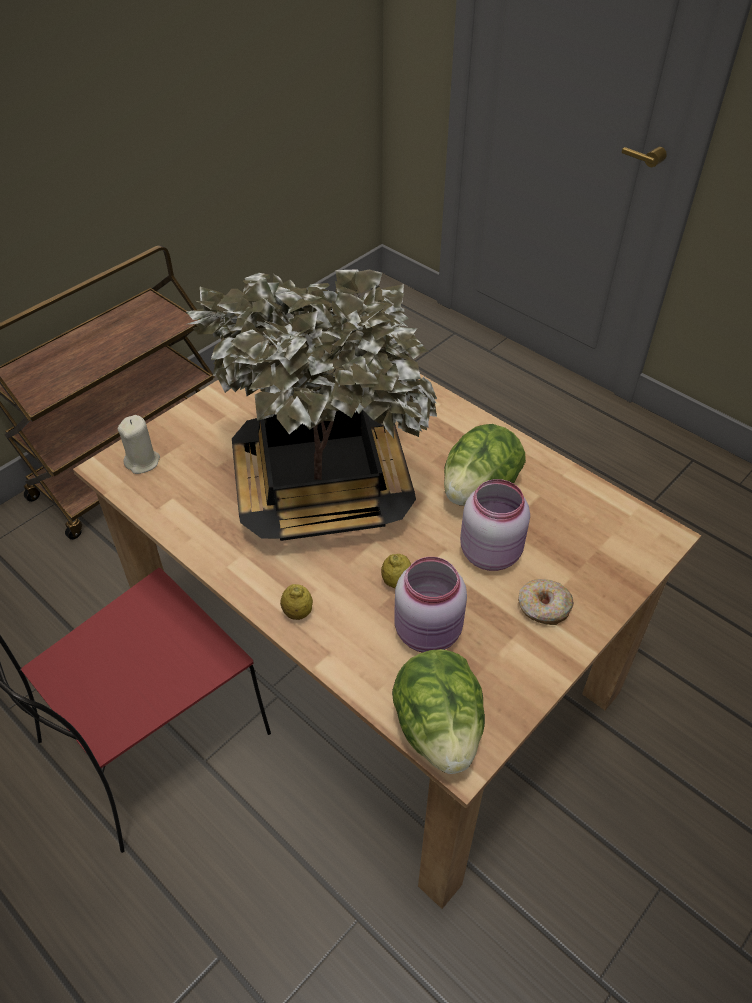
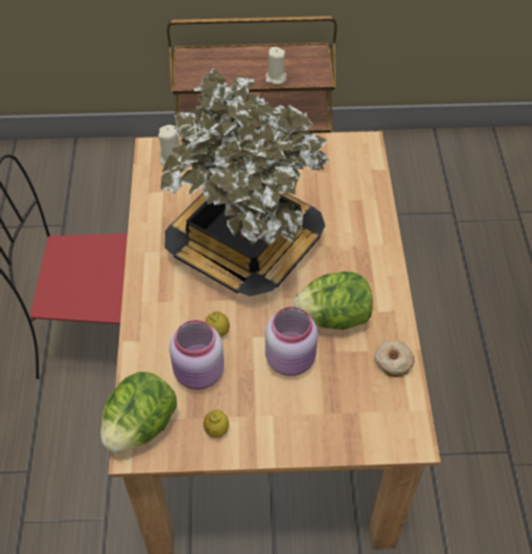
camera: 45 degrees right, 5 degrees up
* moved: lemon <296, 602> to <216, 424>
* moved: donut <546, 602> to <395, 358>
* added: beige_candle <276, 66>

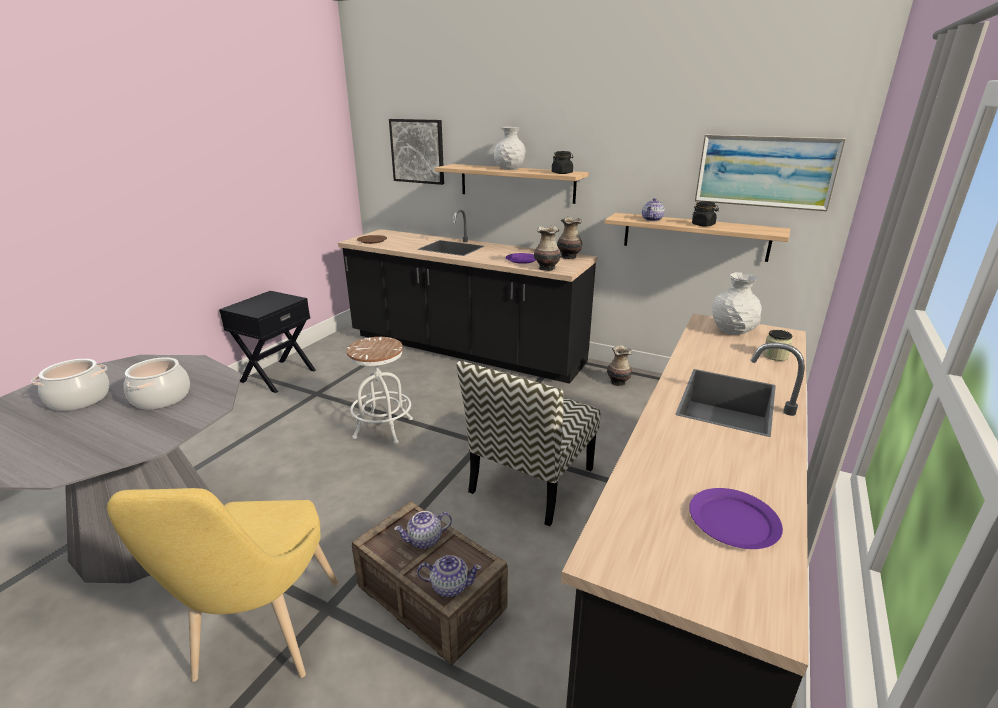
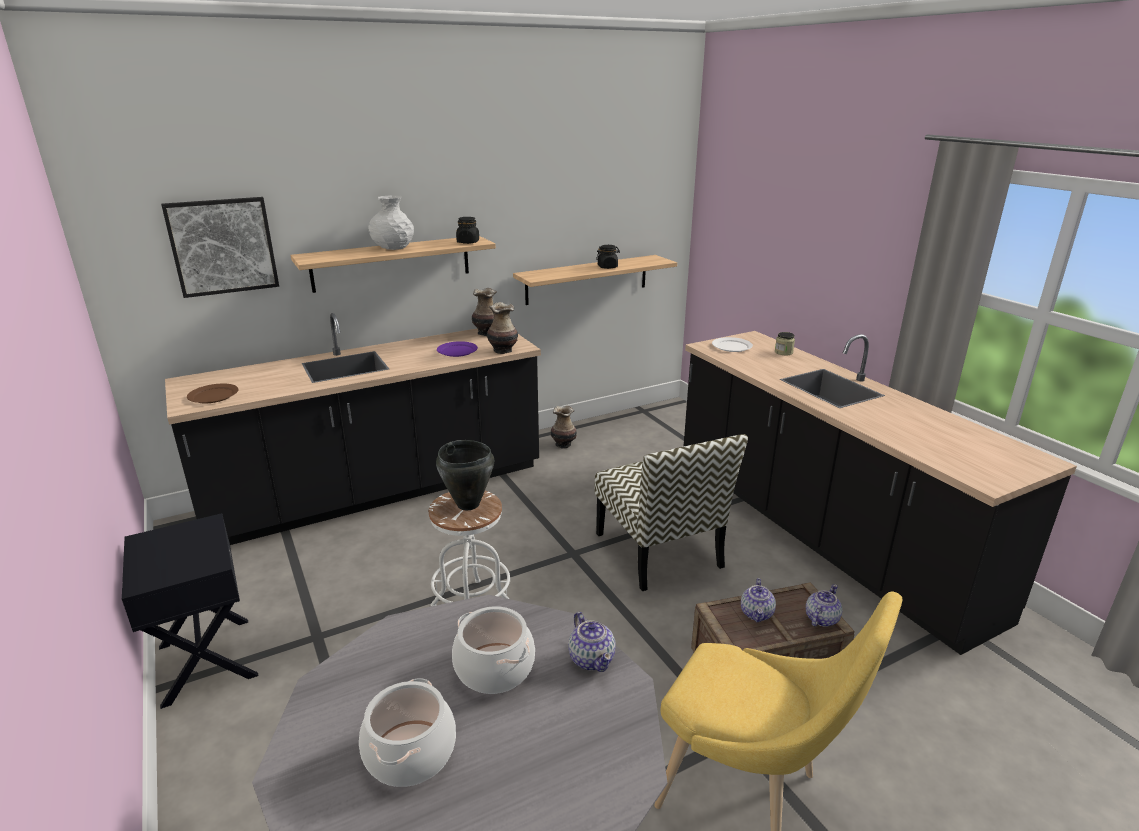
camera: 55 degrees left, 0 degrees up
* moved: teapot <653, 209> to <592, 642>
* removed: purple_plate <736, 518>
* removed: picture <770, 172>
* replaced: white_vase <737, 303> to white_plate <732, 344>
* added: black_cooking_pot <465, 475>

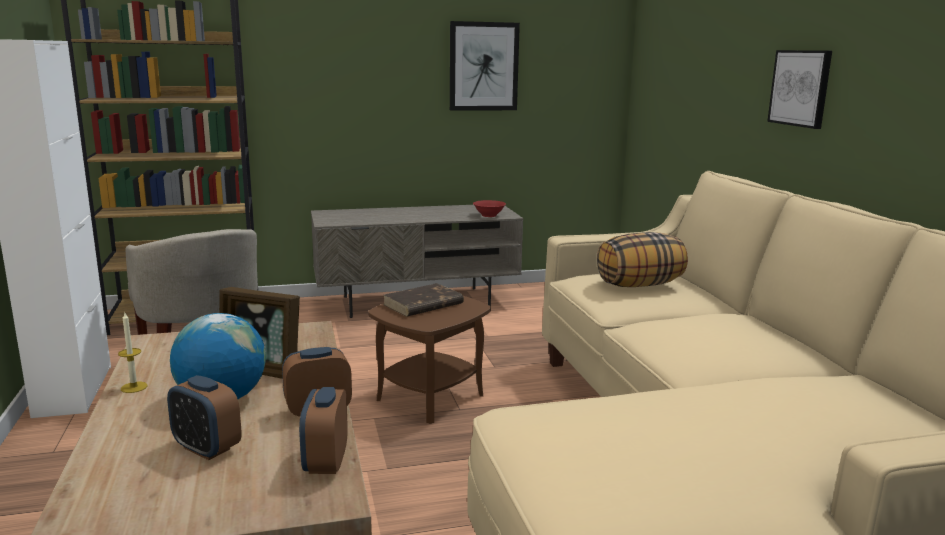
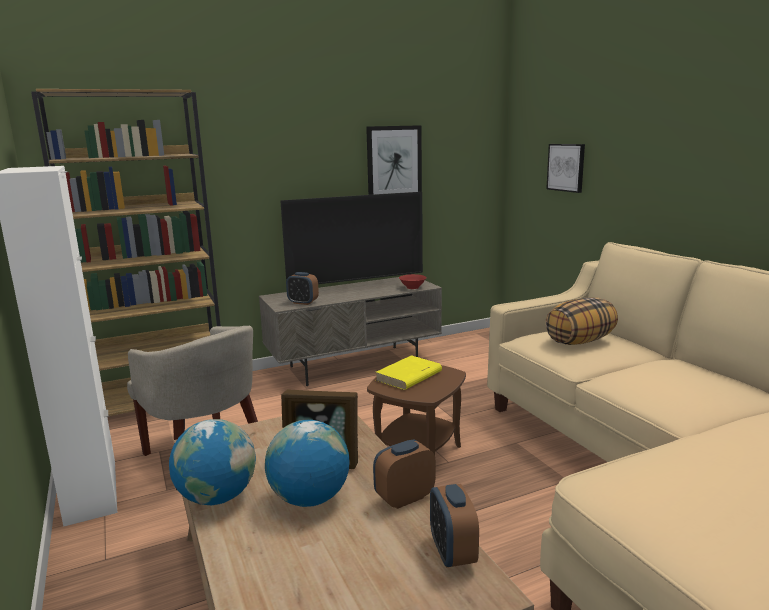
camera: 10 degrees left, 0 degrees up
* replaced: candle <132, 353> to globe <212, 462>
* moved: alarm_clock <204, 417> to <302, 288>
* recoloured: brown_book <423, 300> to yellow_book <408, 372>
* moved: picture <799, 89> to <565, 168>
* added: television <351, 238>

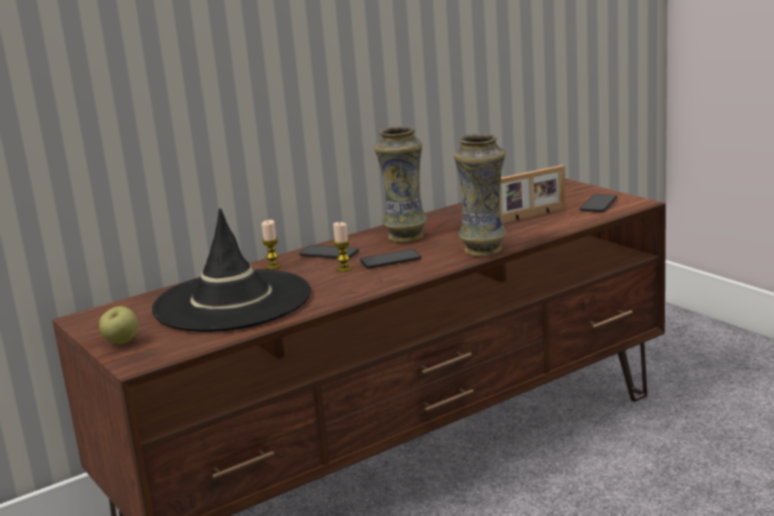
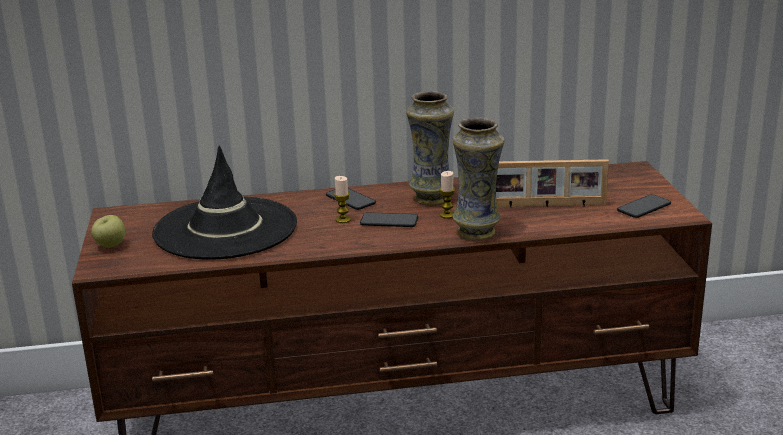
camera: 25 degrees right, 5 degrees up
* moved: candle <271, 245> to <447, 195>

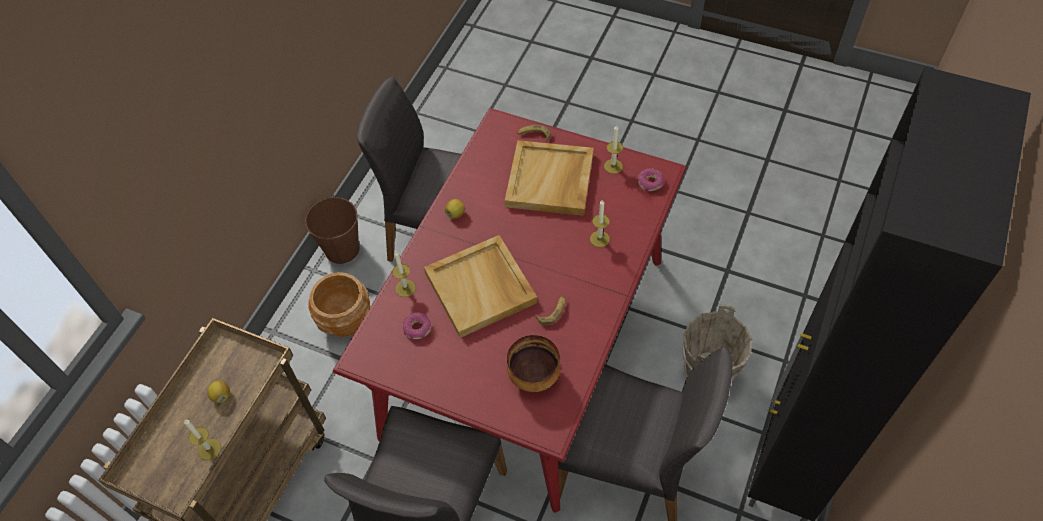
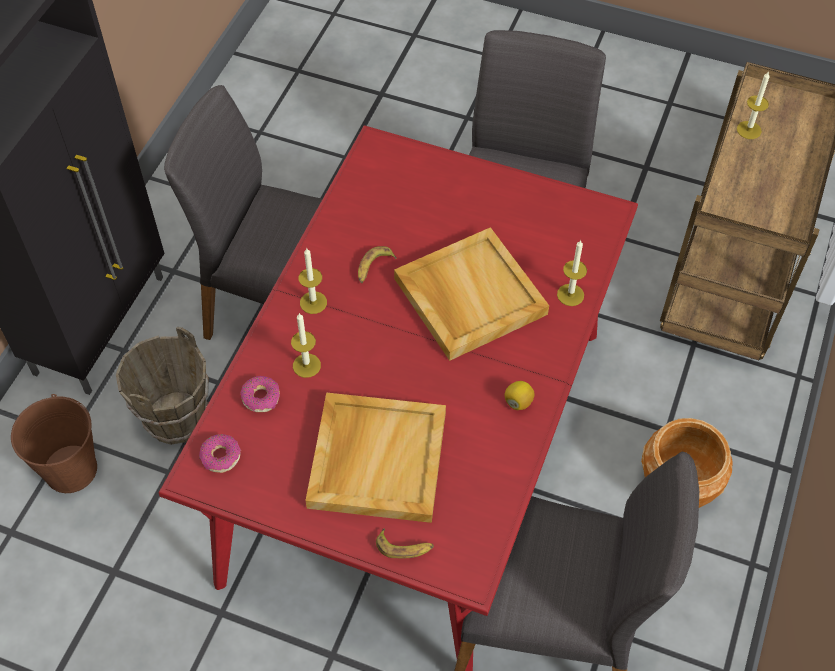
camera: 175 degrees right, 0 degrees up
* removed: lemon <219, 392>
* moved: brown_bucket <331, 229> to <54, 443>
* moved: donut <417, 326> to <260, 394>
* removed: bowl <534, 363>
* moved: candle <613, 149> to <313, 281>

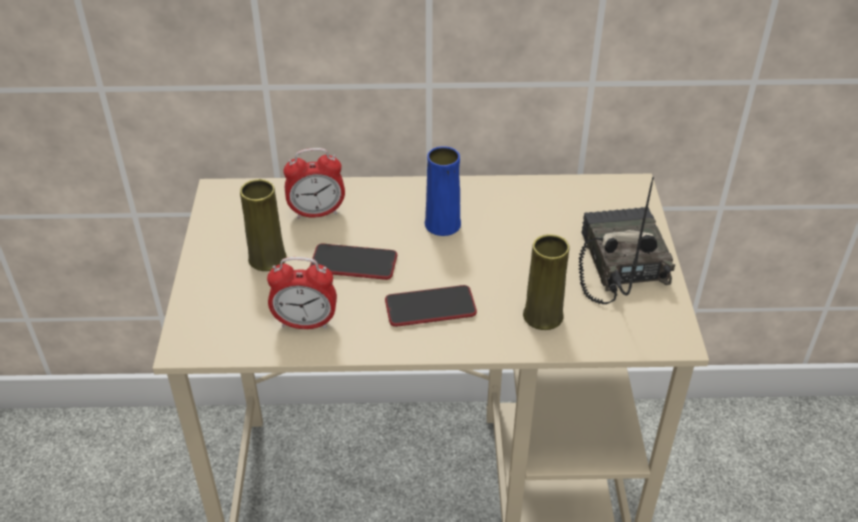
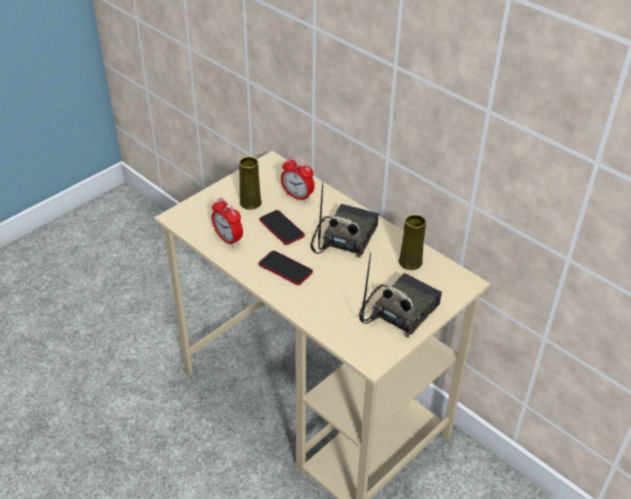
camera: 45 degrees right, 0 degrees up
* replaced: blue_vase <443, 191> to radio <344, 220>
* moved: yellow_vase <546, 282> to <412, 242>

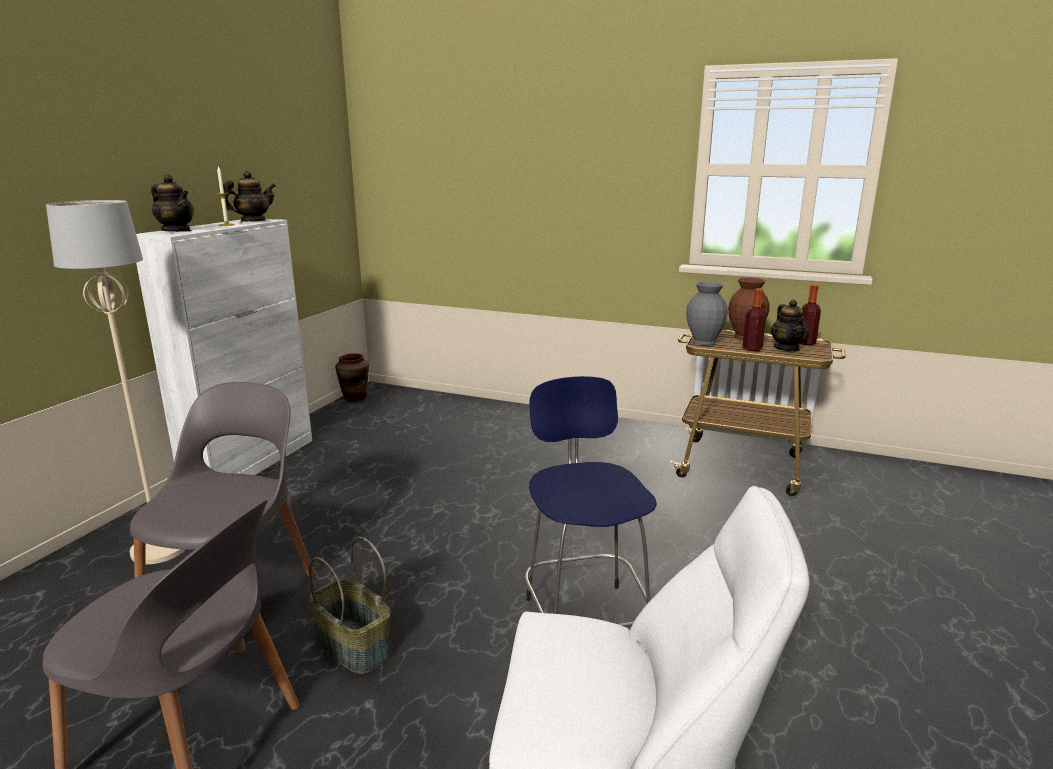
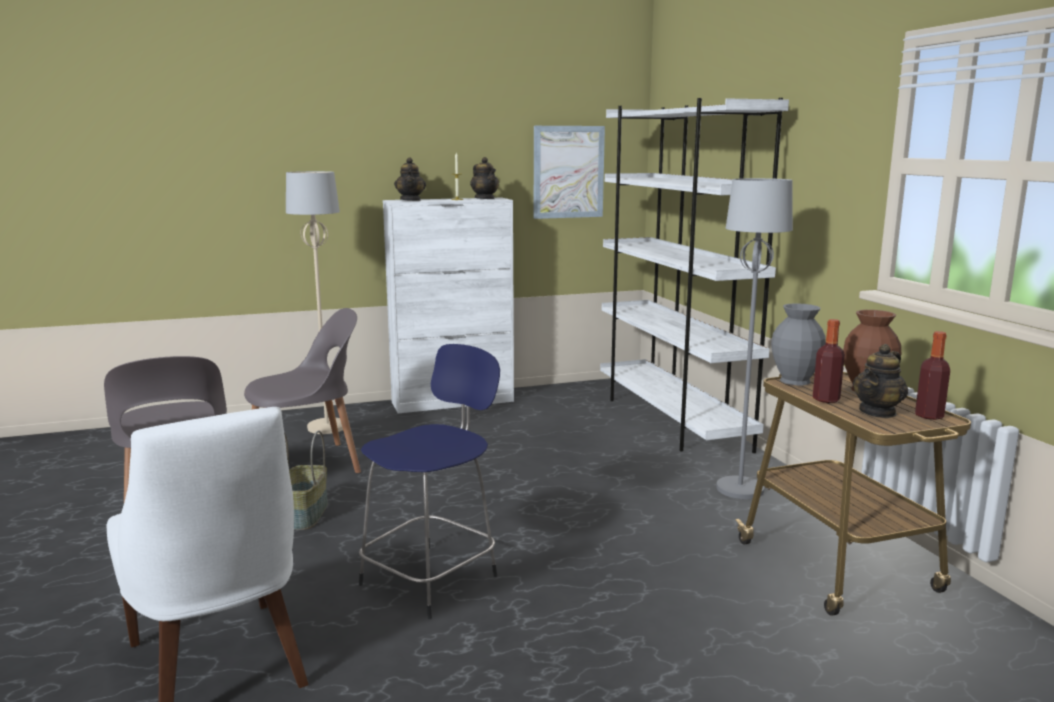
camera: 50 degrees right, 5 degrees down
* turned: teapot <249, 196> = <484, 178> 45 degrees clockwise
* removed: brown_vase <352, 377>
* added: picture <569, 172>
* added: white_bookcase <694, 275>
* added: grey_floor_lamp <754, 338>

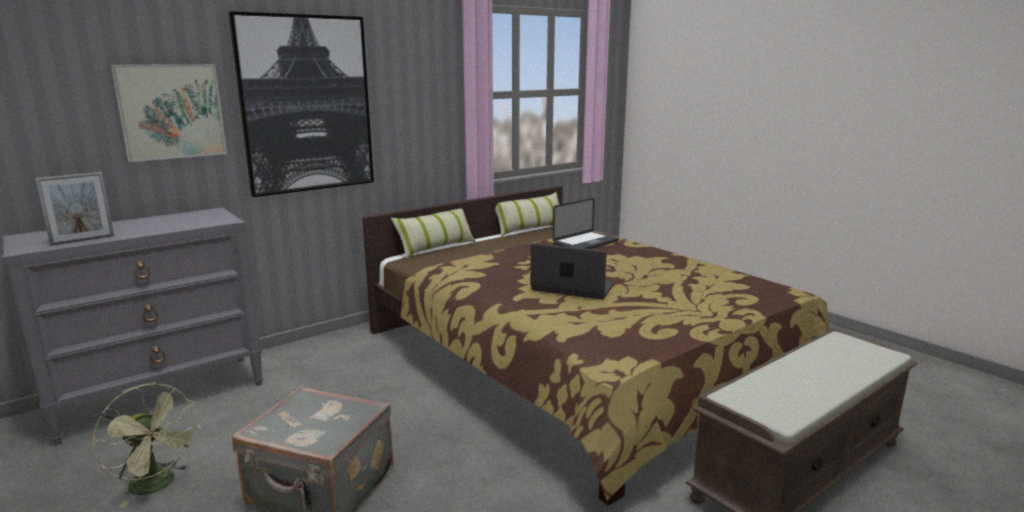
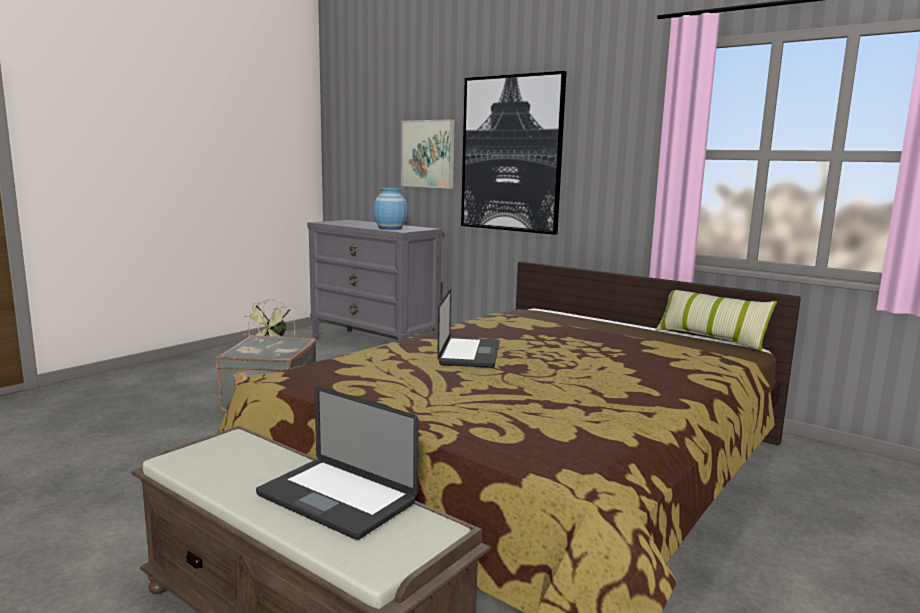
camera: 75 degrees right, 5 degrees down
* removed: picture_frame <74, 209>
* removed: pillow <433, 233>
* moved: laptop <586, 223> to <337, 463>
* added: blue_vase <390, 209>

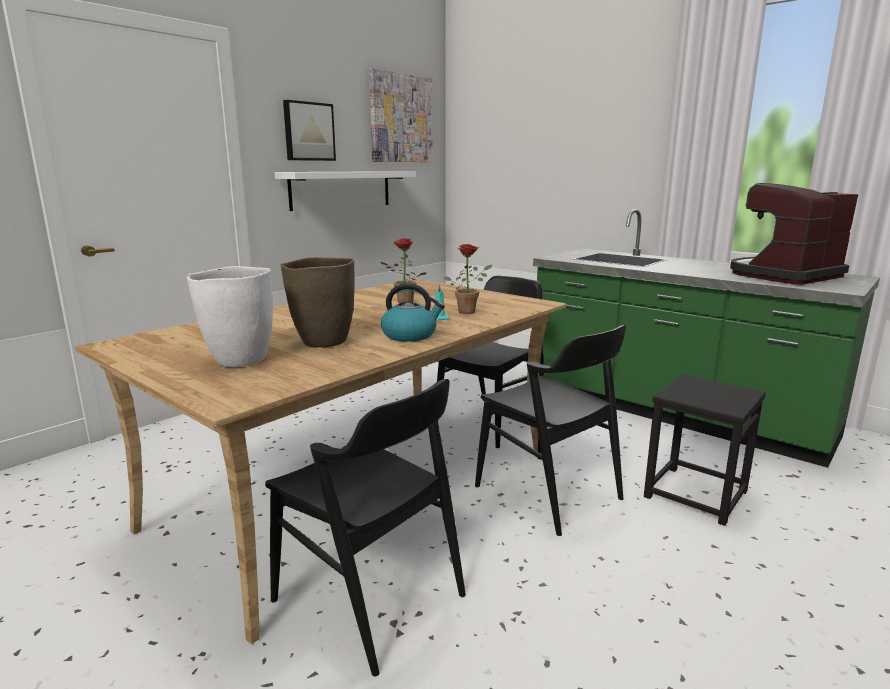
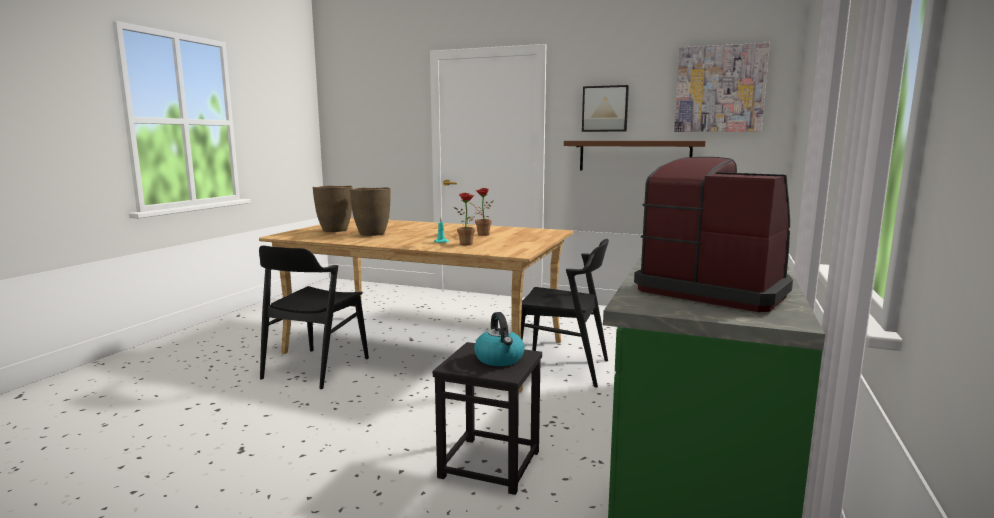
camera: 70 degrees right, 5 degrees down
* recoloured: white_vase <230, 316> to brown_vase <332, 209>
* recoloured: white_shelf <345, 191> to brown_shelf <635, 156>
* moved: kettle <413, 312> to <499, 339>
* removed: black_chair <550, 430>

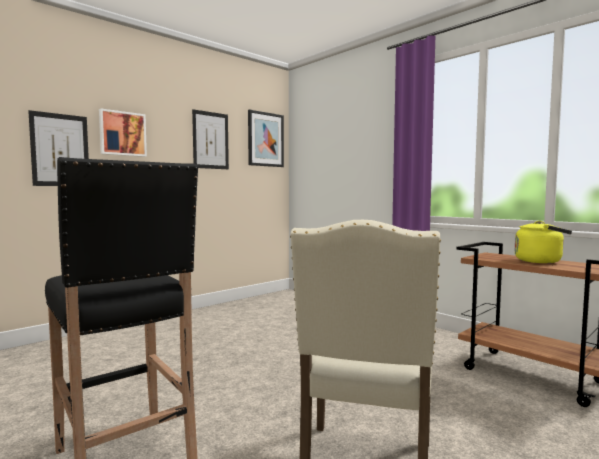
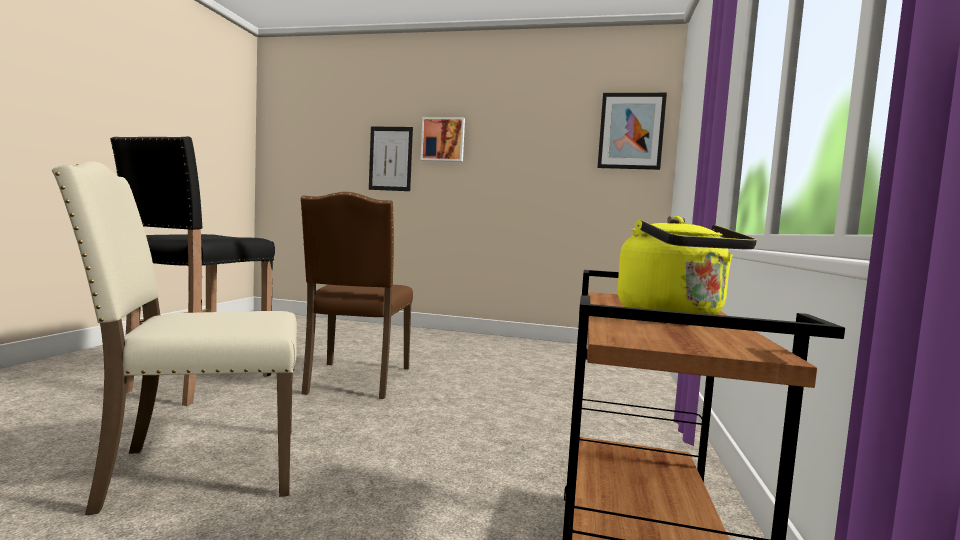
camera: 55 degrees right, 0 degrees up
* removed: picture <210, 139>
* added: brown_chair <356, 295>

